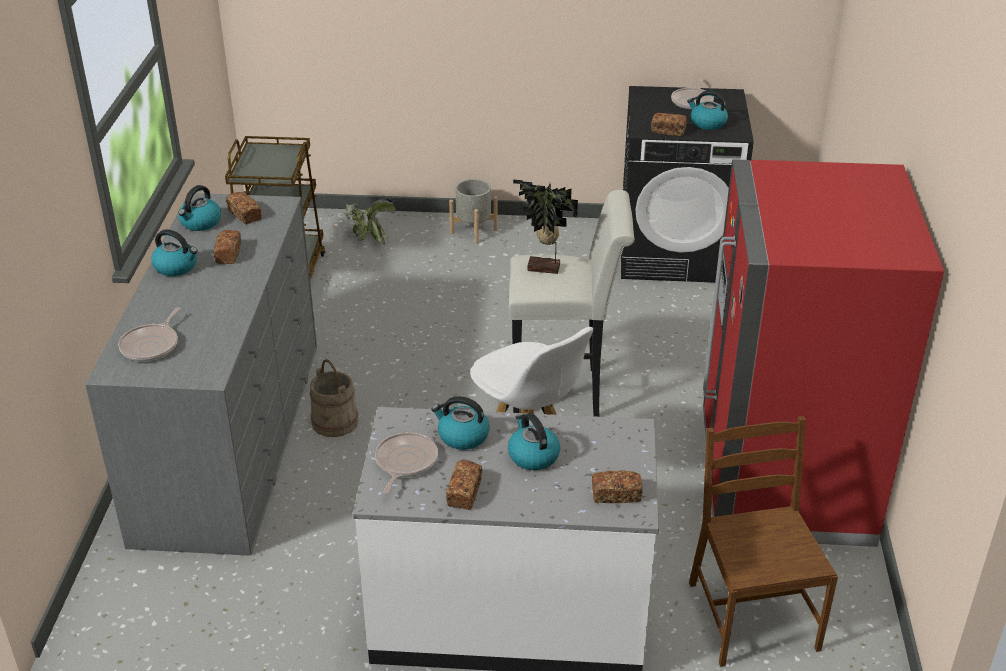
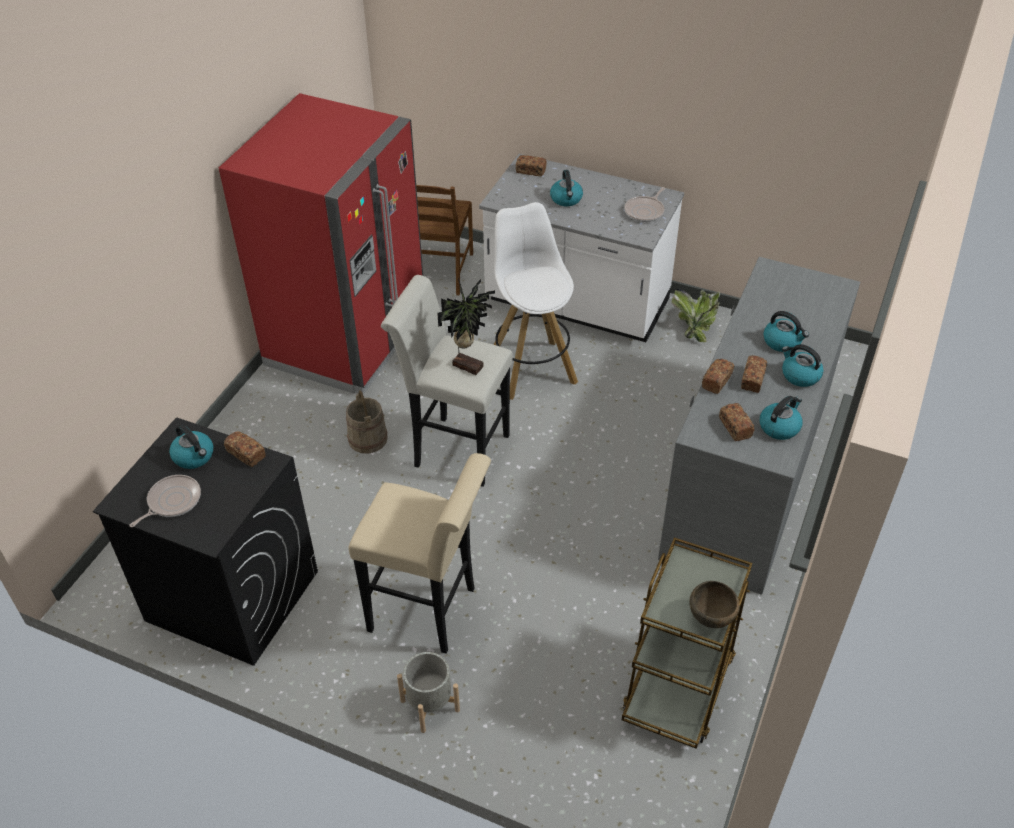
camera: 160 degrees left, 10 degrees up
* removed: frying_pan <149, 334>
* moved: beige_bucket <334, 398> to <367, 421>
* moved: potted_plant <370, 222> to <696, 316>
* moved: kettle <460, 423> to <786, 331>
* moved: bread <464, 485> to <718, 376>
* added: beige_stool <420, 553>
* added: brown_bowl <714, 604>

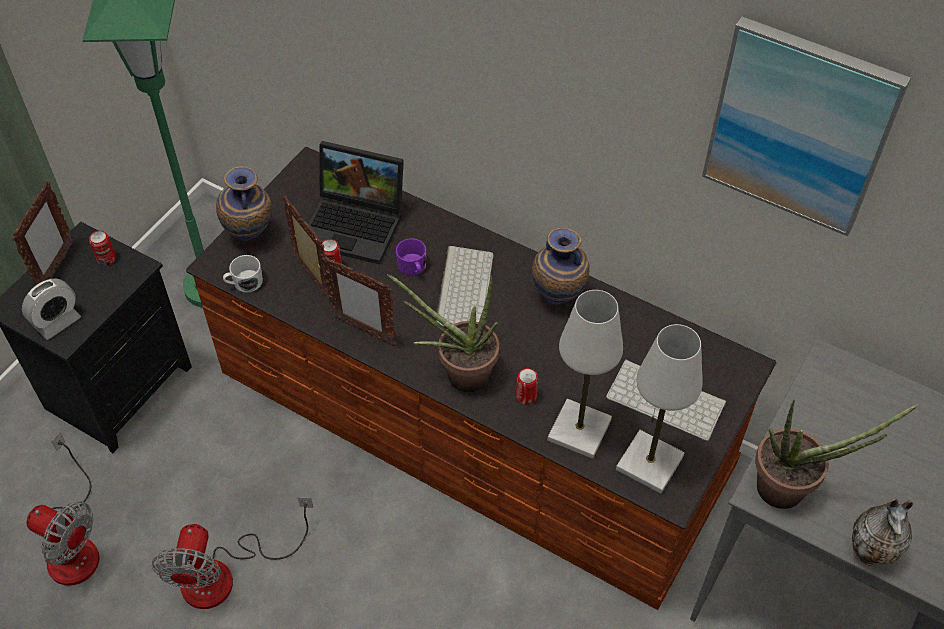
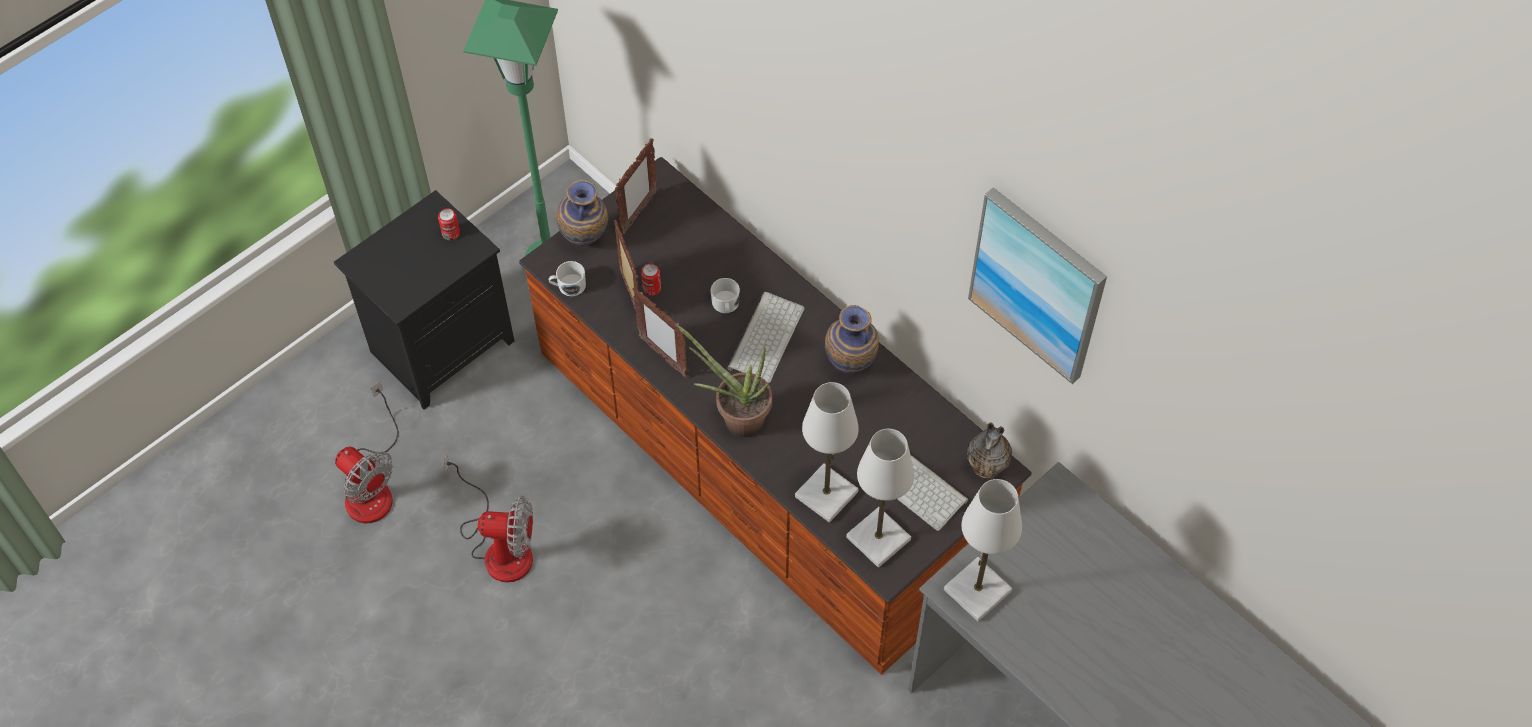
camera: 15 degrees right, 5 degrees up
* moved: picture_frame <43, 233> to <636, 186>
* removed: alarm_clock <51, 309>
* turned: fan <232, 553> = <488, 517> 105 degrees counterclockwise
* removed: laptop <356, 203>
* recoloured: purple_mug <411, 257> to white_mug <725, 295>
* removed: can <527, 386>
* replaced: potted_plant <837, 454> to white_table_lamp <983, 550>
* moved: vase <882, 531> to <989, 450>

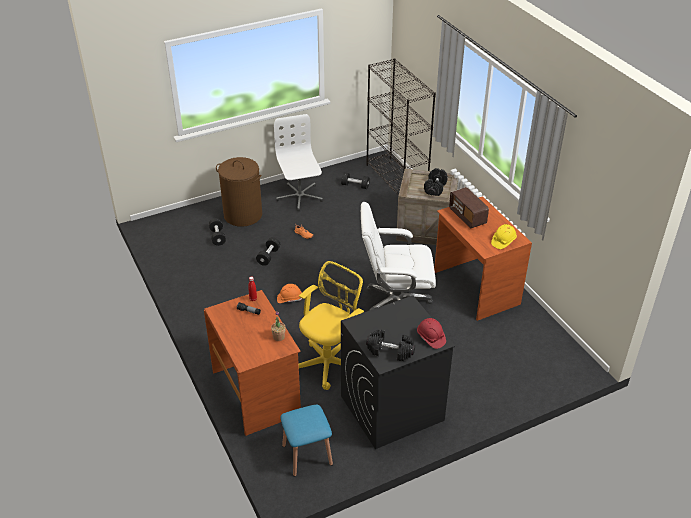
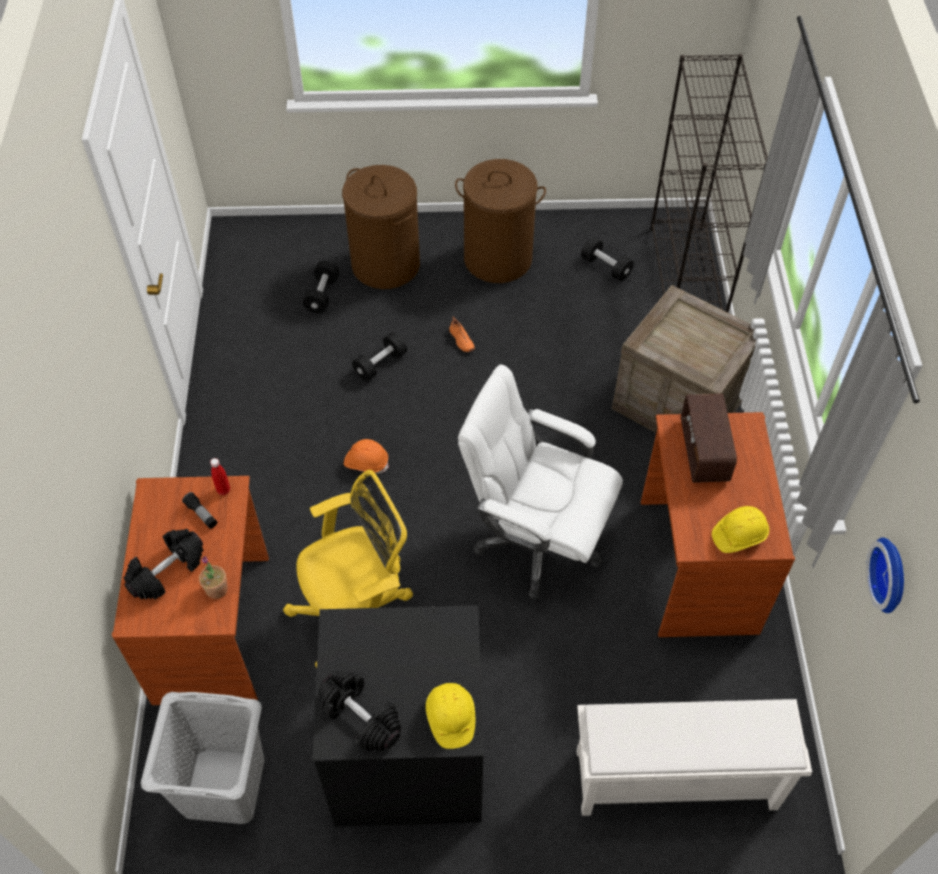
camera: 25 degrees right, 15 degrees up
* replaced: white_office_chair <298, 162> to brown_laundry_basket <500, 221>
* replaced: blue_stool <306, 441> to grey_laundry_basket <203, 758>
* recoloured: red_hard_hat <431, 333> to yellow_hard_hat <450, 716>
* moved: black_dumbbell <436, 182> to <163, 564>
* added: white_shoe_rack <694, 757>
* added: wall_clock <885, 575>

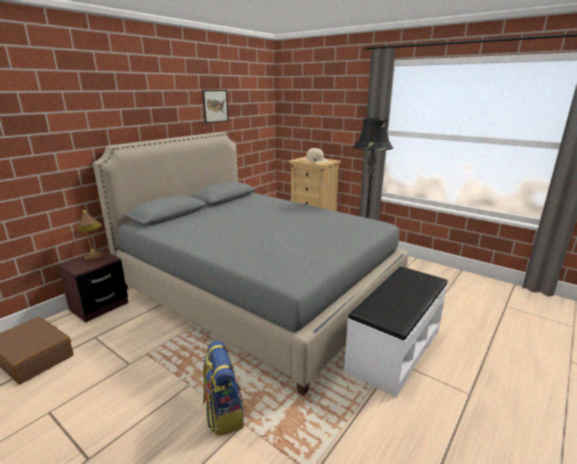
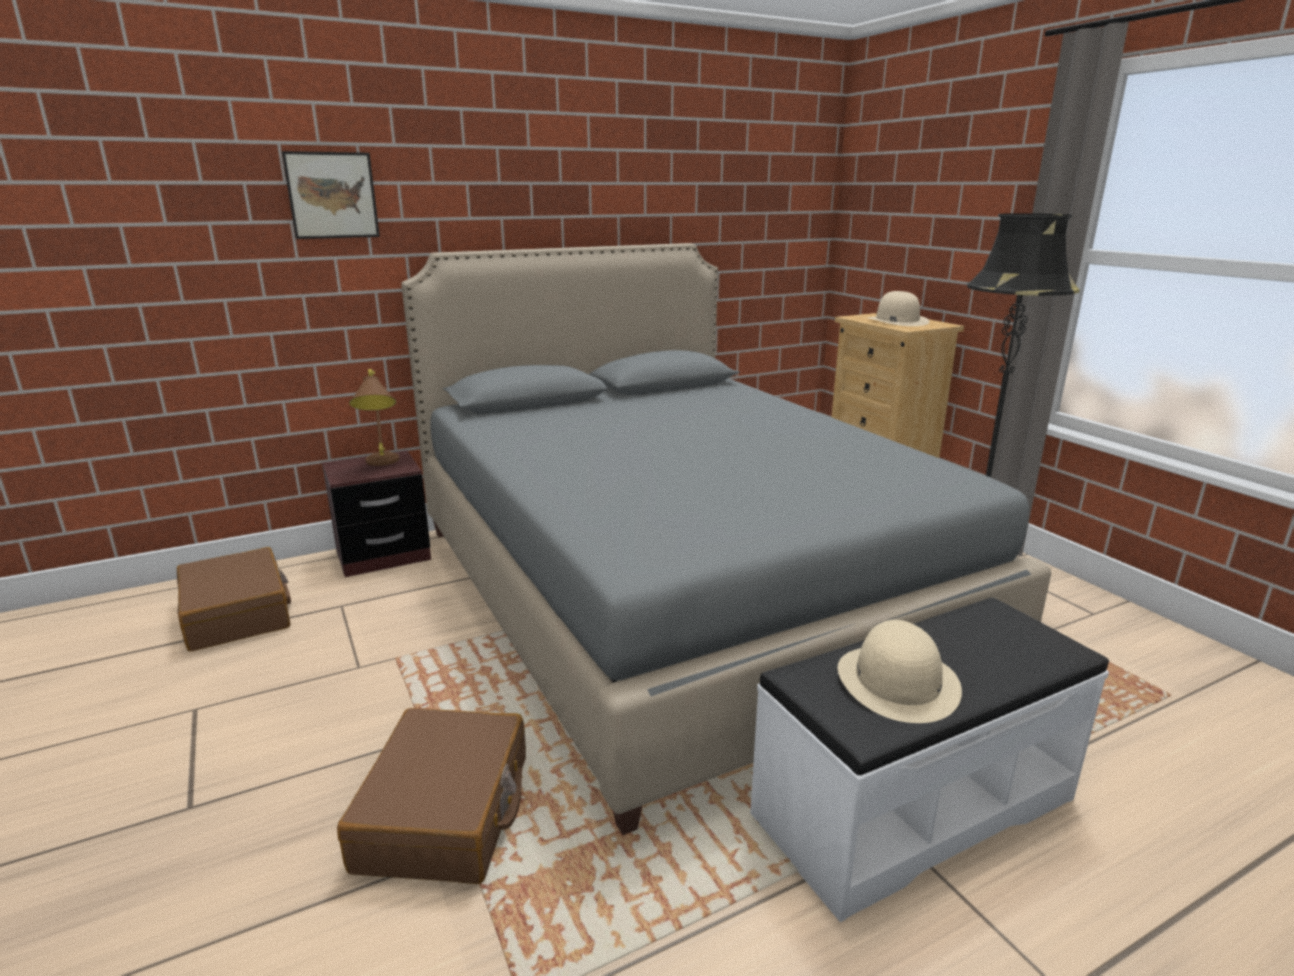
camera: 25 degrees right, 0 degrees up
* moved: picture <215, 106> to <331, 195>
* replaced: backpack <224, 388> to brown_suitcase <431, 796>
* added: beige_hat <900, 671>

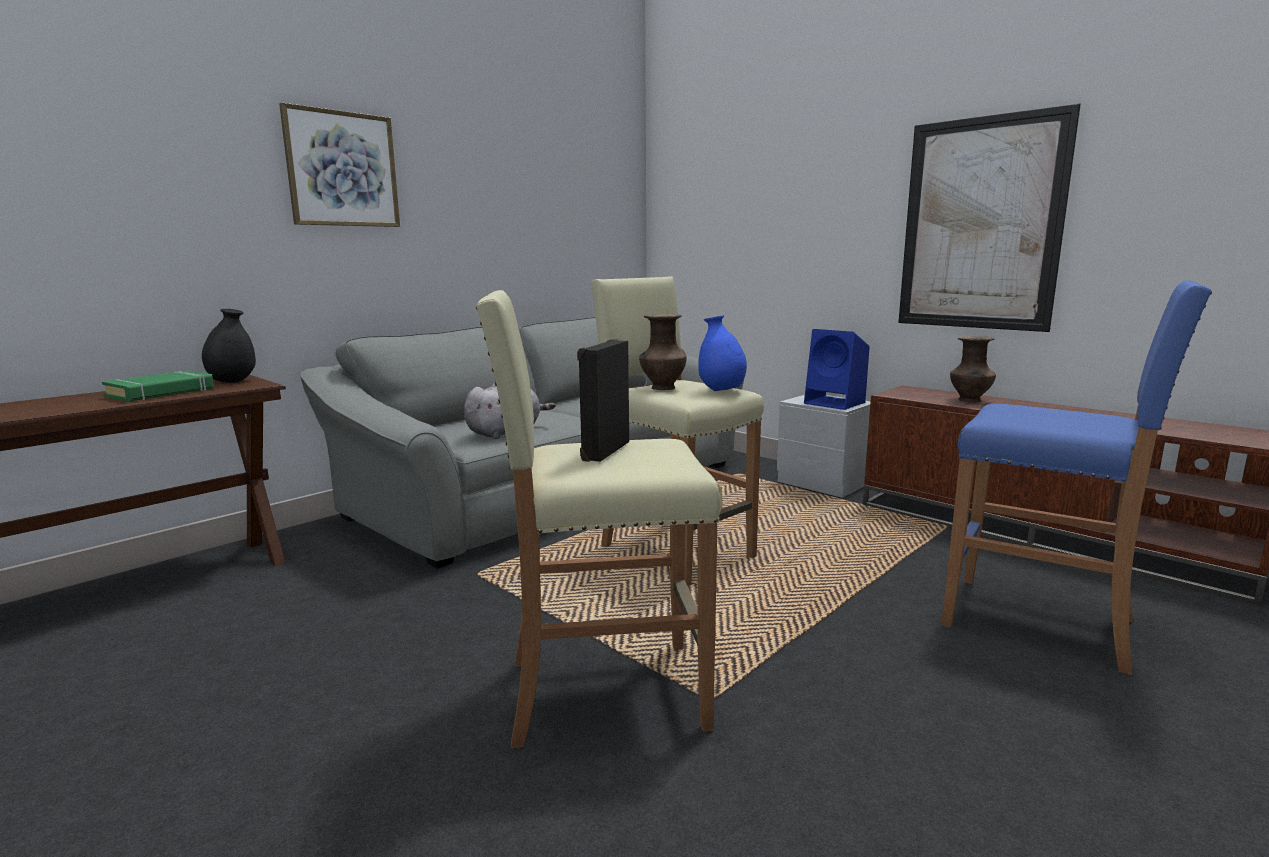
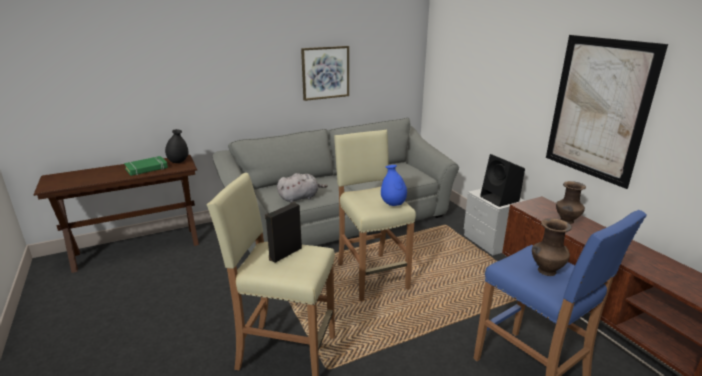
camera: 20 degrees right, 10 degrees up
* moved: picture <339, 165> to <325, 73>
* moved: brown_vase <663, 352> to <552, 247>
* recoloured: blue_speaker <837, 369> to black_speaker <502, 180>

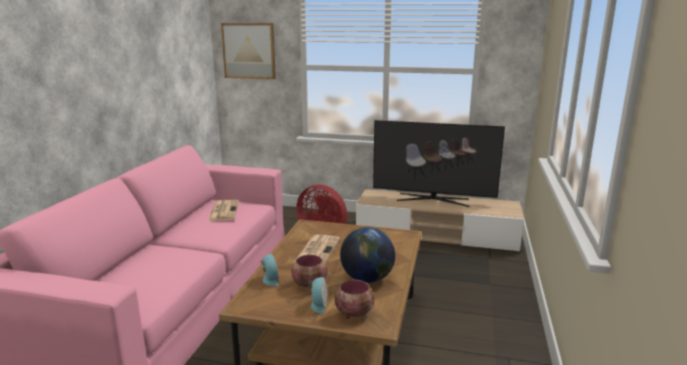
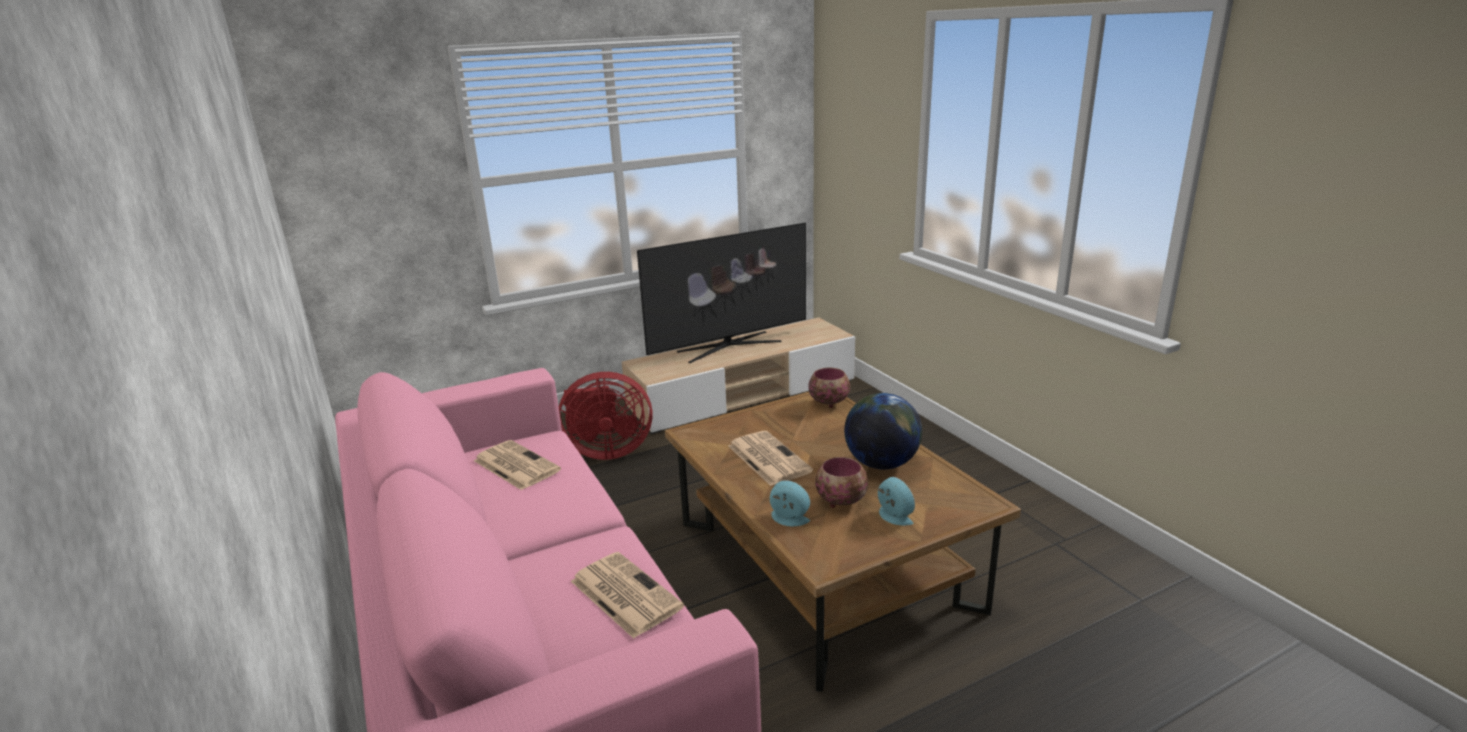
camera: 40 degrees left, 5 degrees up
* removed: picture <248, 51>
* moved: bowl <354, 299> to <829, 388>
* added: newspaper <627, 595>

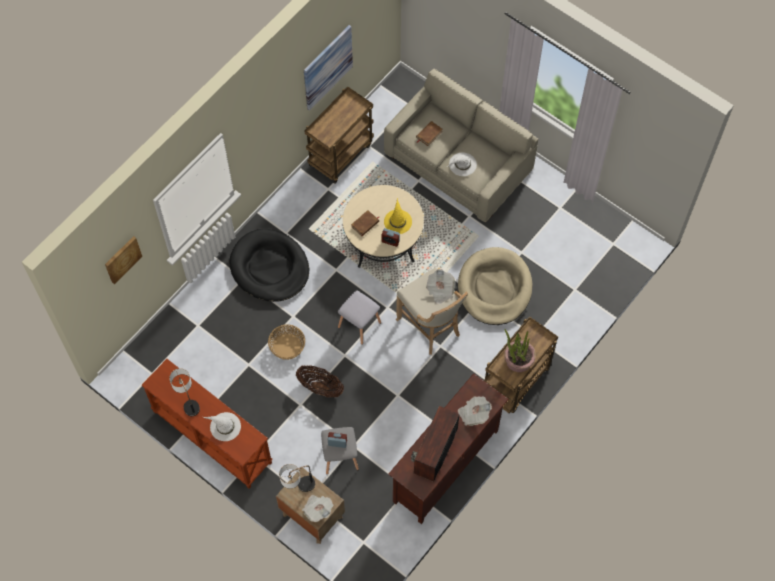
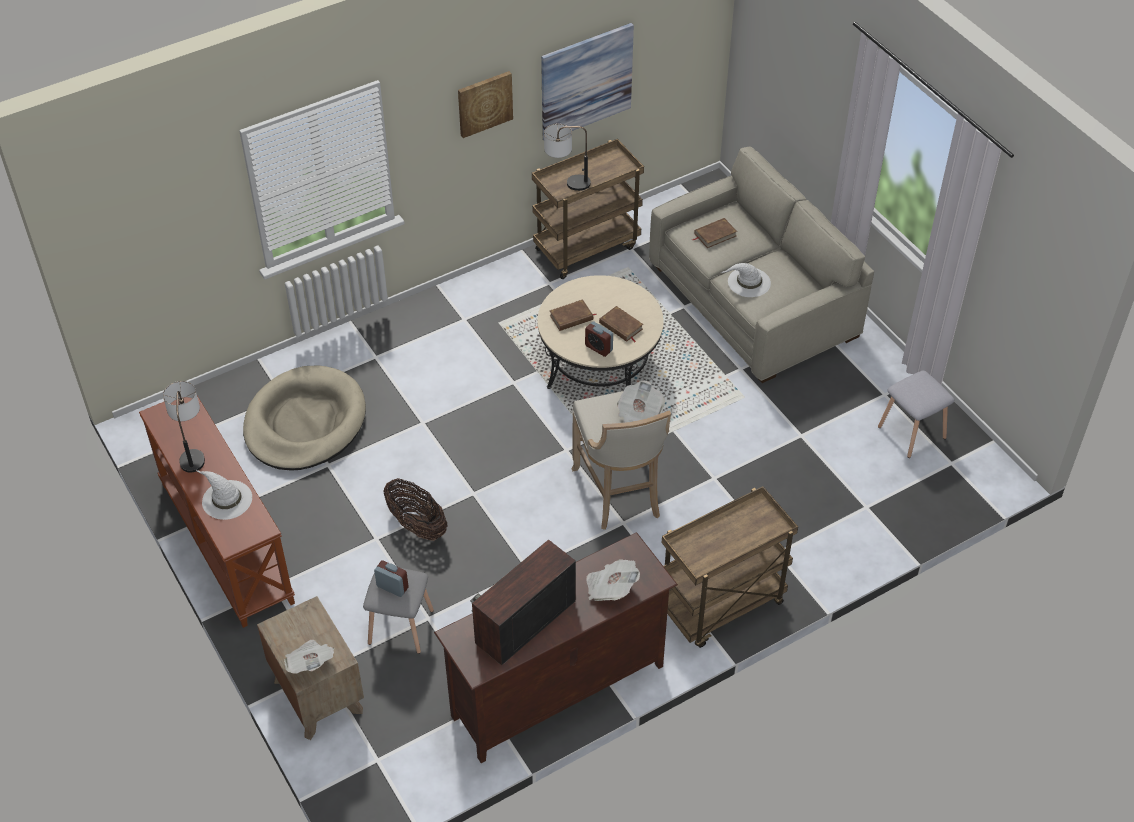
camera: 20 degrees right, 15 degrees down
* moved: picture <123, 260> to <485, 104>
* removed: black_dog_bed <269, 265>
* removed: basket <286, 342>
* moved: table_lamp <297, 478> to <567, 157>
* moved: grey_stool <359, 318> to <916, 414>
* replaced: yellow_hat <398, 216> to brown_book <621, 324>
* moved: beige_dog_bed <495, 286> to <304, 418>
* removed: potted_plant <520, 350>

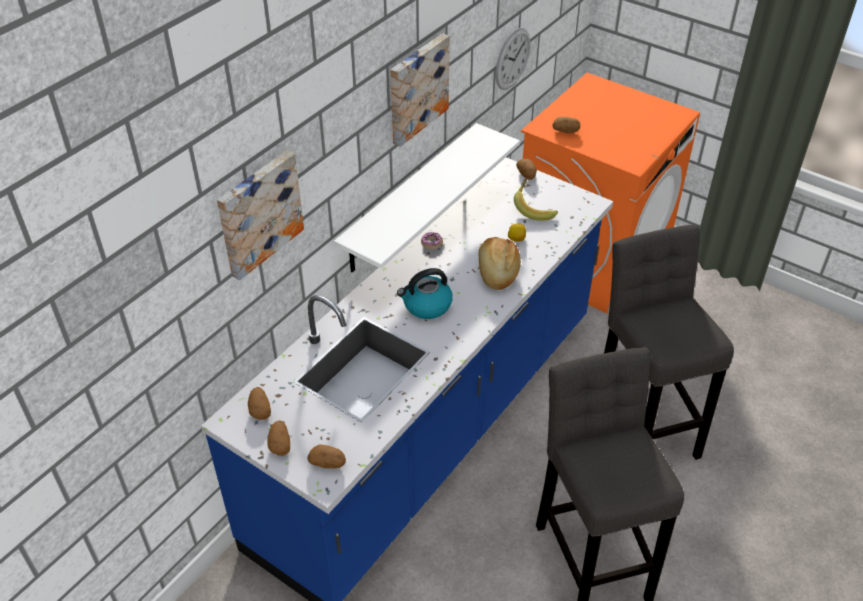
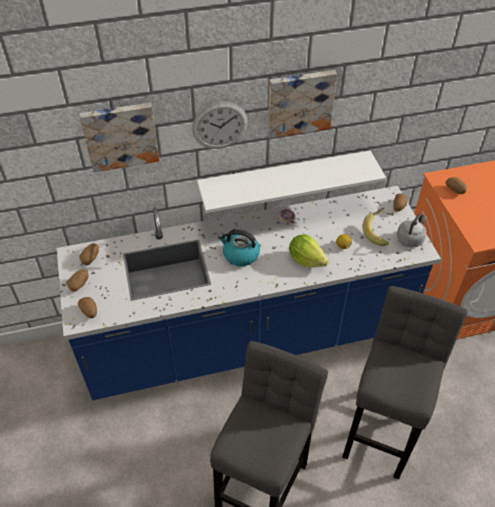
camera: 40 degrees right, 5 degrees up
* replaced: bread <500, 263> to lettuce <309, 251>
* moved: wall_clock <512, 59> to <220, 125>
* added: grey_kettle <412, 230>

